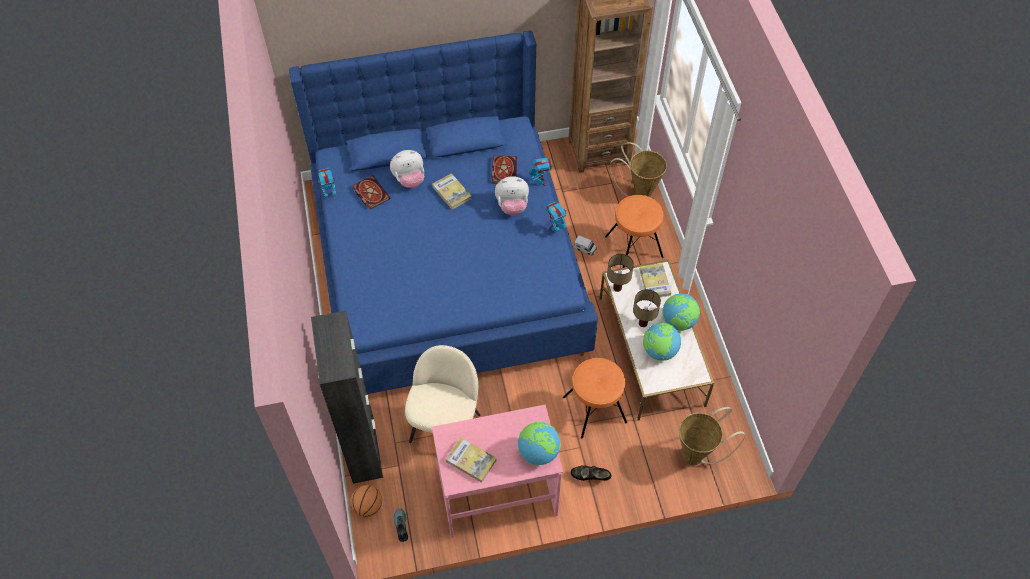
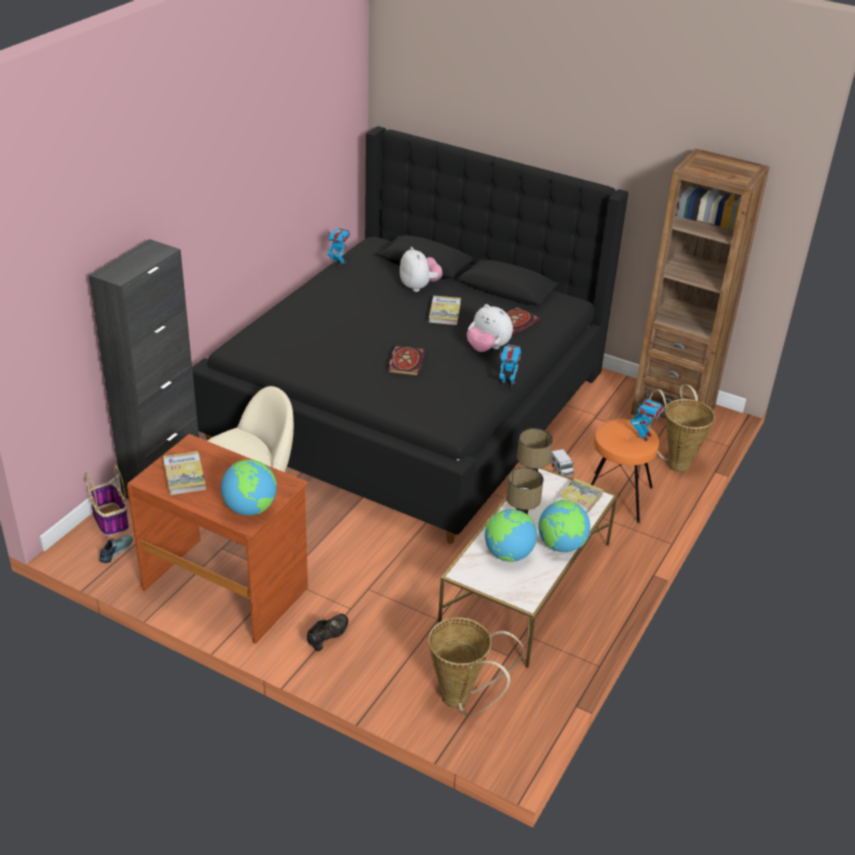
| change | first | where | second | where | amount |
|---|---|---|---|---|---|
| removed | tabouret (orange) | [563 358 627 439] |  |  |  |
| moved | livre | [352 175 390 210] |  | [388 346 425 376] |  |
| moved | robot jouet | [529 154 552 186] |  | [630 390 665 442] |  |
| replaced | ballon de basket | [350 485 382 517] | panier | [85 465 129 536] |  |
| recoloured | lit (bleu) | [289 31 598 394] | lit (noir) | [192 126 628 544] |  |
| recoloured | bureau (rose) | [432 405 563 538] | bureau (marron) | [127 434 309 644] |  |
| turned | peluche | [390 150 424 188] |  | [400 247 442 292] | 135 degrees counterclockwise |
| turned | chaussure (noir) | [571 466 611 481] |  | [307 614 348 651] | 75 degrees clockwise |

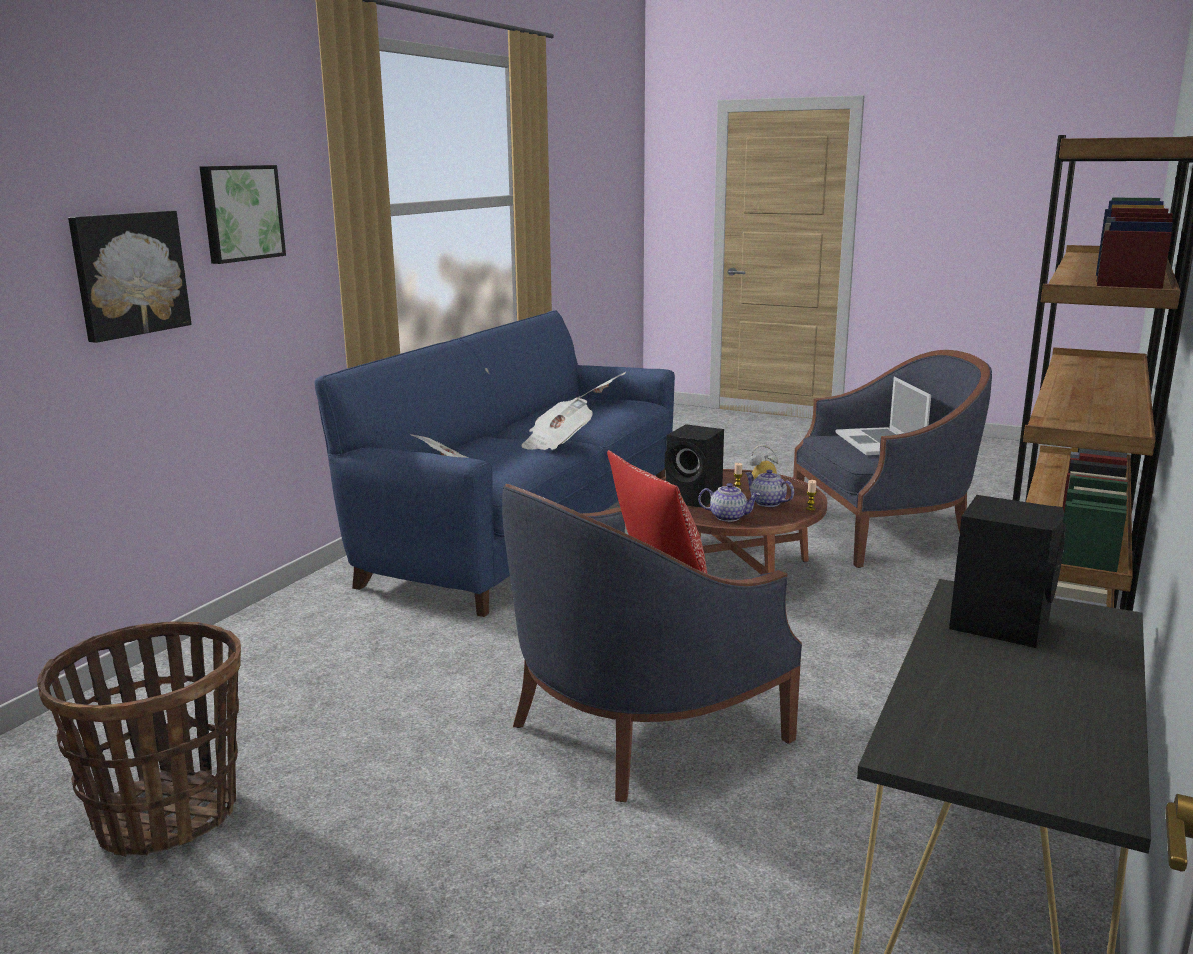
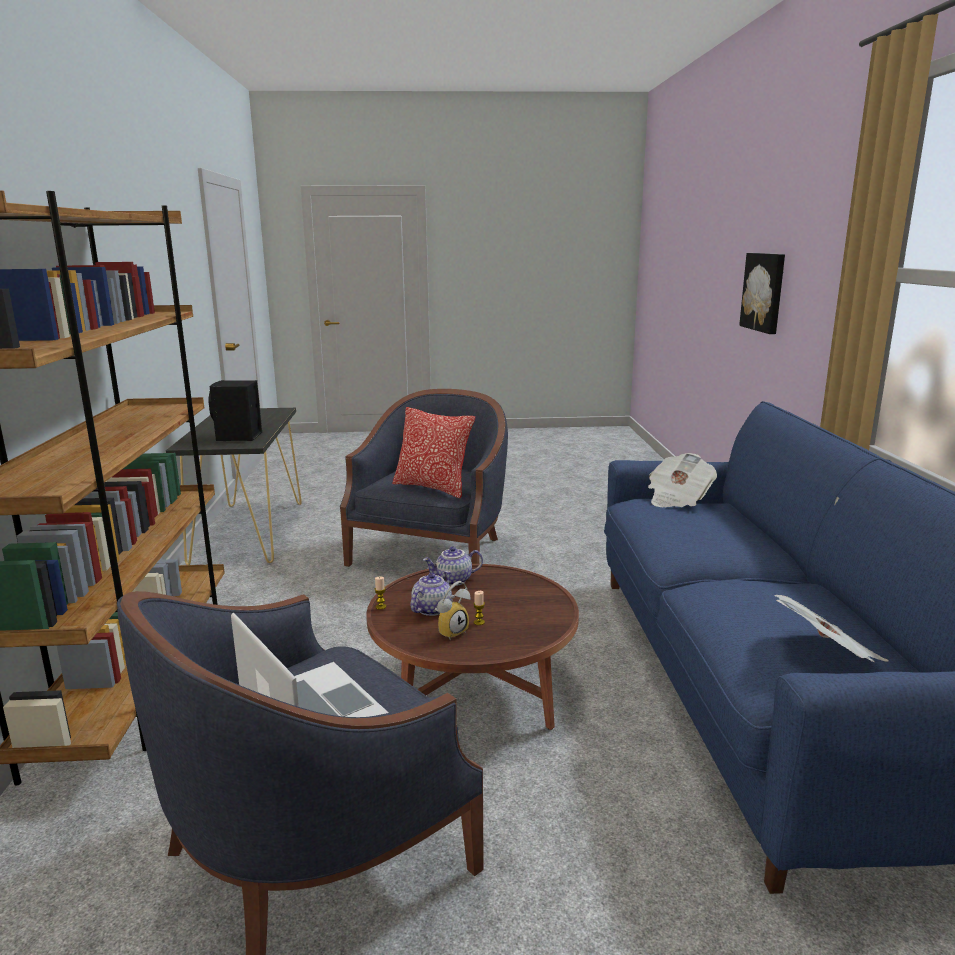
| change | first | where | second | where | amount |
|---|---|---|---|---|---|
| removed | panier | [37 621 241 857] |  |  |  |
| removed | tableau | [199 165 286 264] |  |  |  |
| removed | journal | [521 398 593 450] |  |  |  |
| removed | enceinte (noir) | [665 424 724 507] |  |  |  |
| turned | théière | [745 469 794 507] |  | [411 571 452 616] | 75 degrees counterclockwise |

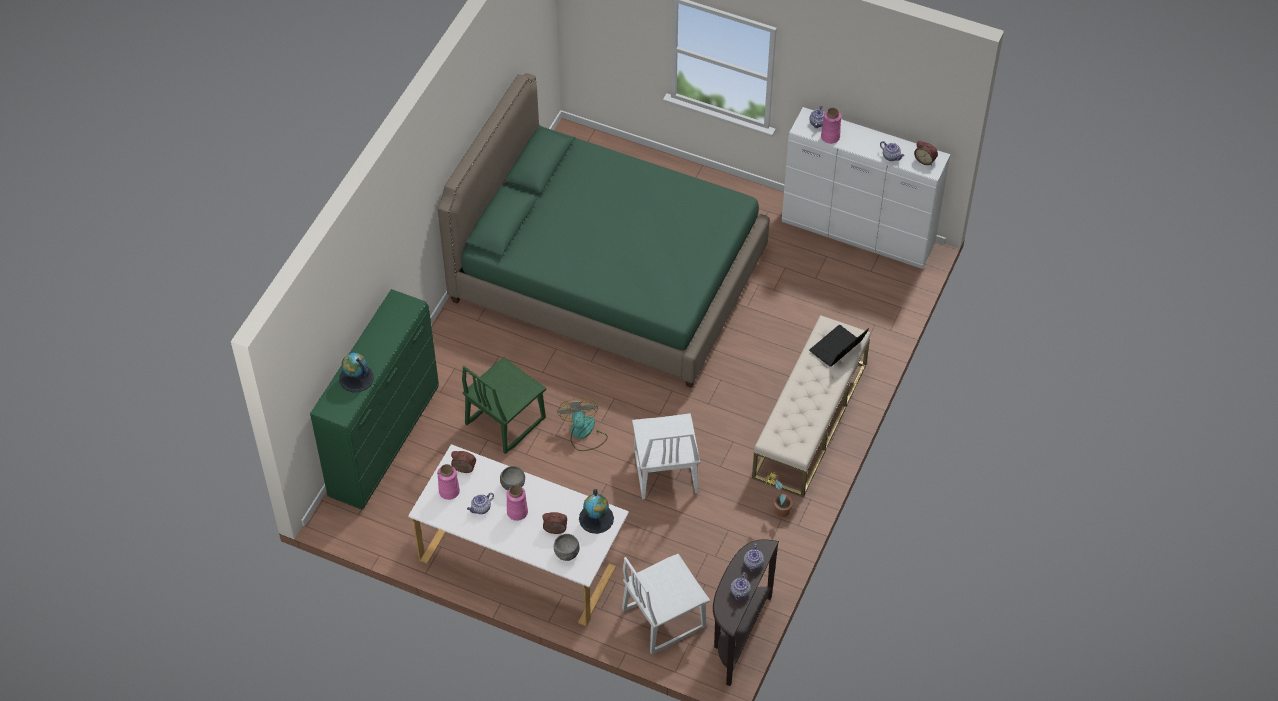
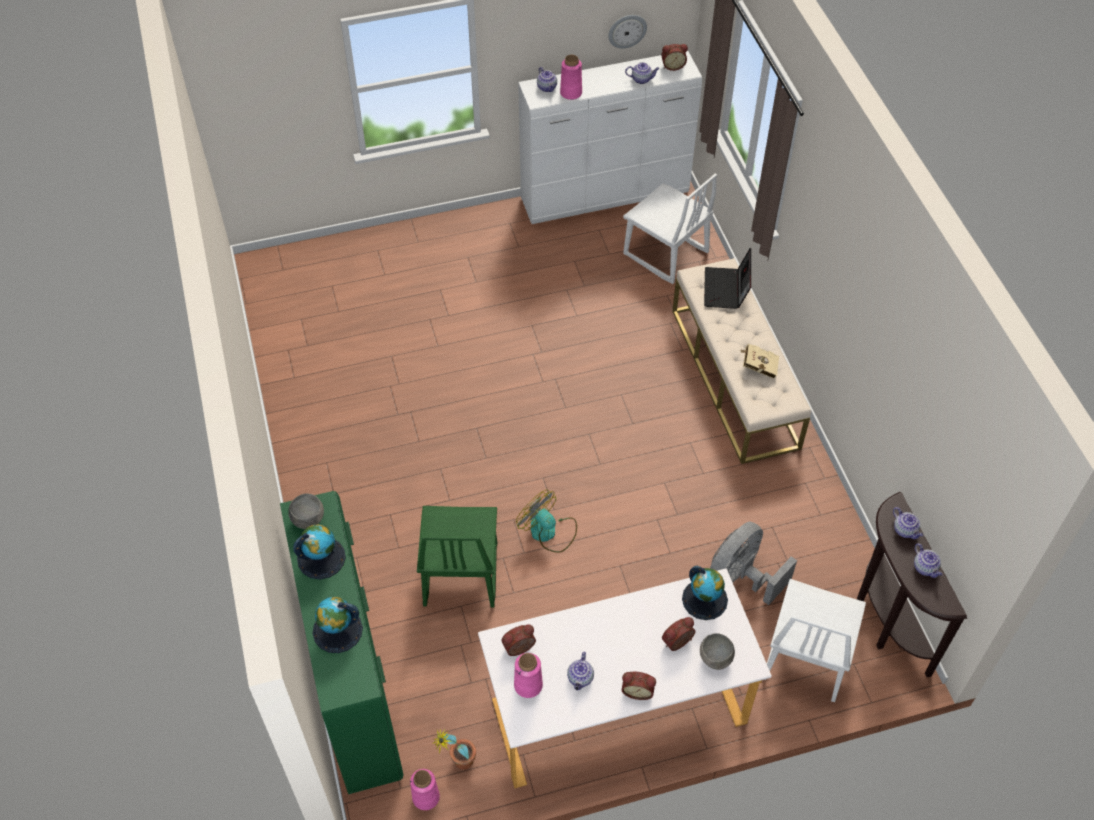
| change | first | where | second | where | amount |
|---|---|---|---|---|---|
| removed | lit (vert) | [438 73 770 388] |  |  |  |
| added |  |  | globe | [293 524 346 579] |  |
| added |  |  | horloge murale | [608 15 647 49] |  |
| added |  |  | réveil | [622 672 656 700] |  |
| added |  |  | ventilateur (gris) | [710 521 797 605] |  |
| added |  |  | livre (beige) | [739 344 779 379] |  |
| moved | bol (gris) | [500 466 525 490] |  | [288 493 324 529] |  |
| moved | vase (rose) | [506 485 528 521] |  | [410 769 440 810] |  |
| moved | chaise (blanc) | [632 413 700 500] |  | [623 173 717 284] |  |
| moved | plante en pot | [765 471 793 517] |  | [433 729 476 770] |  |

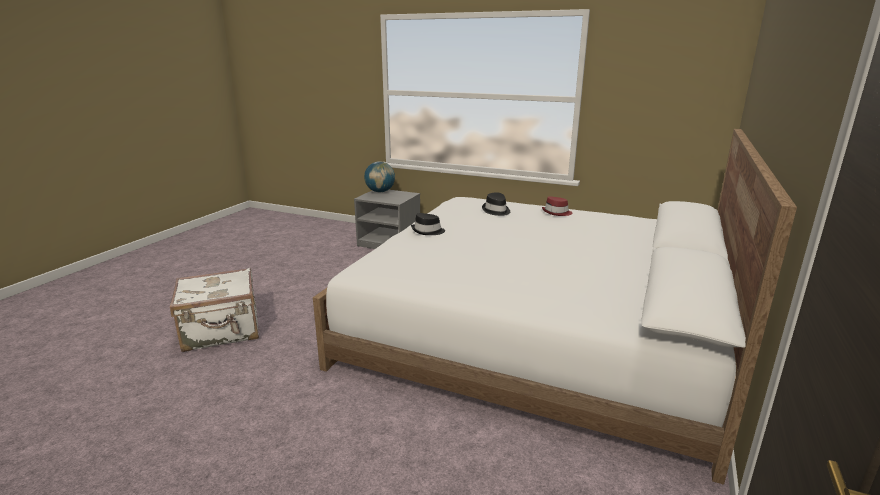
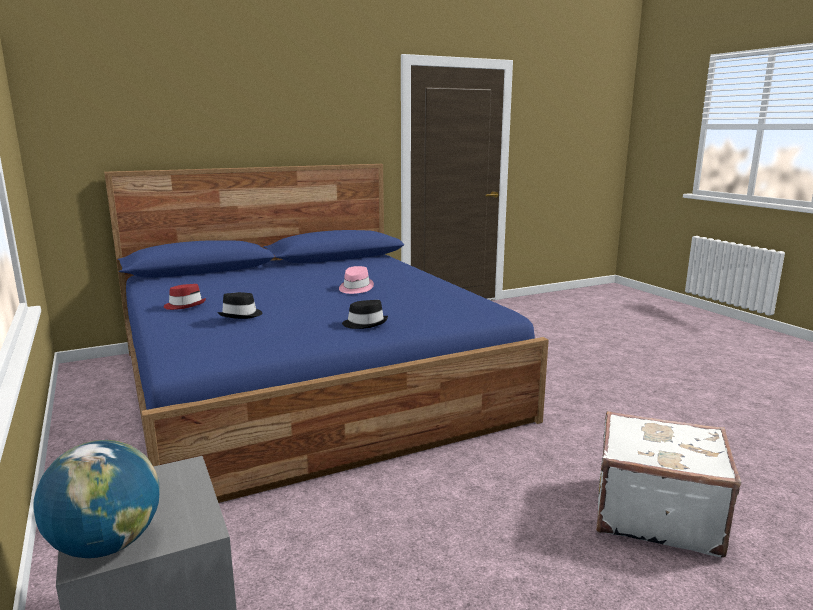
| change | first | where | second | where | amount |
|---|---|---|---|---|---|
| added |  |  | chapeau (rose) | [339 266 374 294] |  |
| recoloured | lit (blanc) | [313 129 797 485] | lit (bleu) | [104 164 549 503] |  |

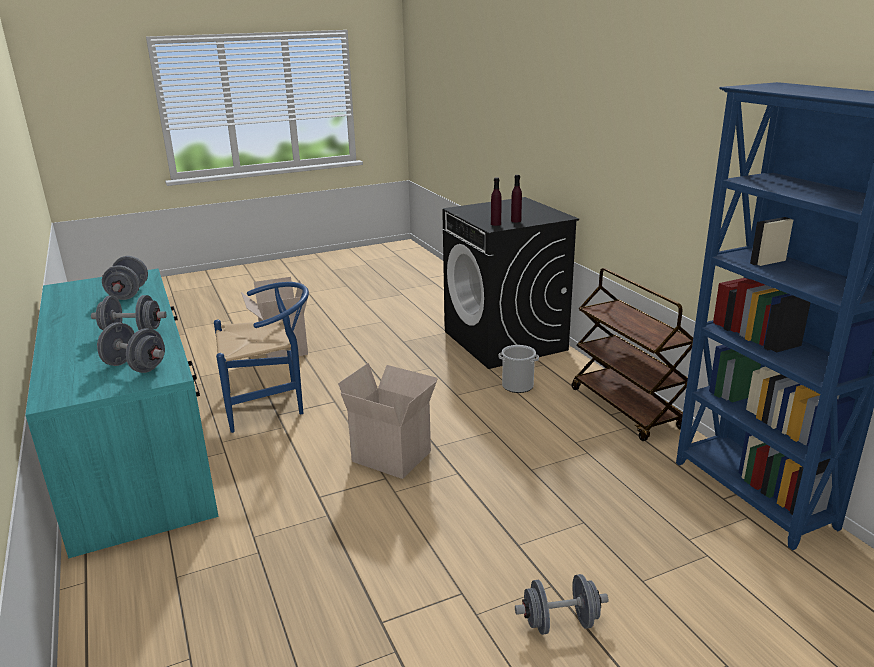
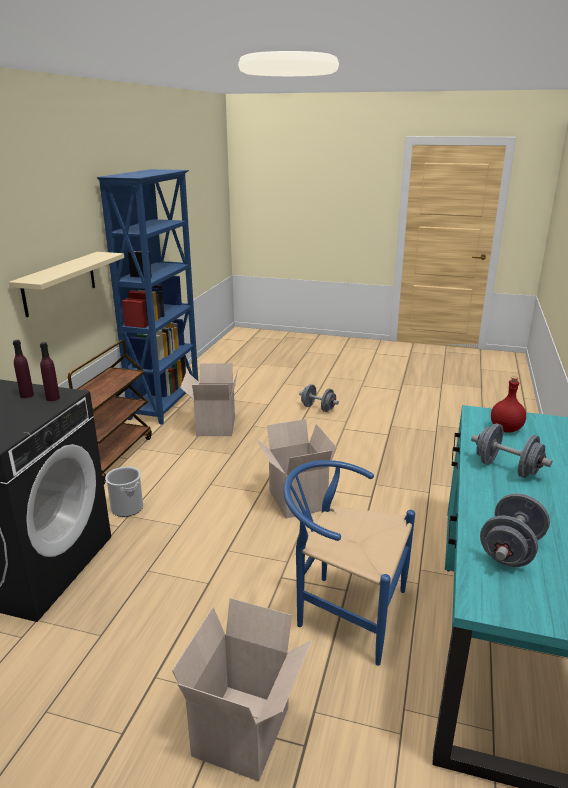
| change | first | where | second | where | amount |
|---|---|---|---|---|---|
| added |  |  | étagère (beige) | [9 252 124 317] |  |
| added |  |  | carton | [180 363 239 436] |  |
| replaced | haltère (gris) | [97 322 165 373] | bouteille (rouge) | [491 377 526 433] |  |

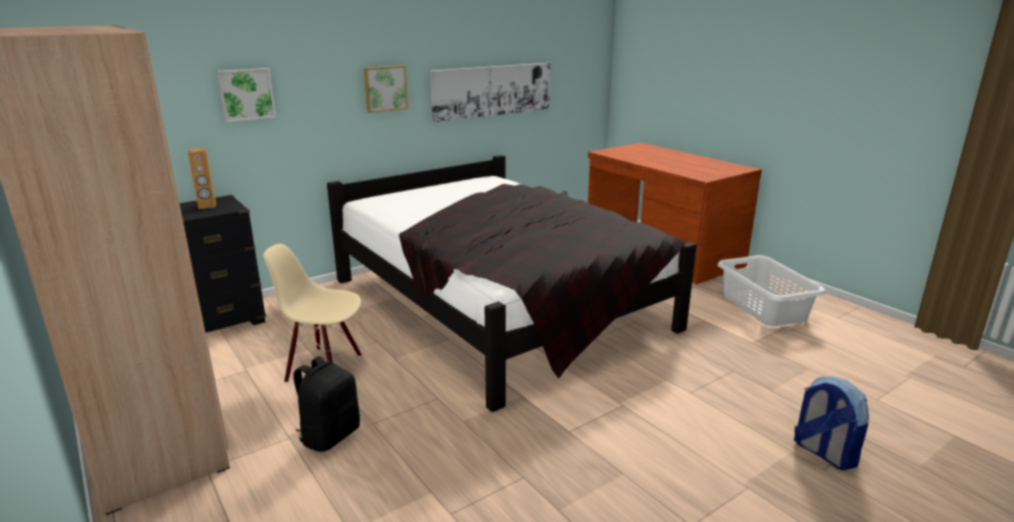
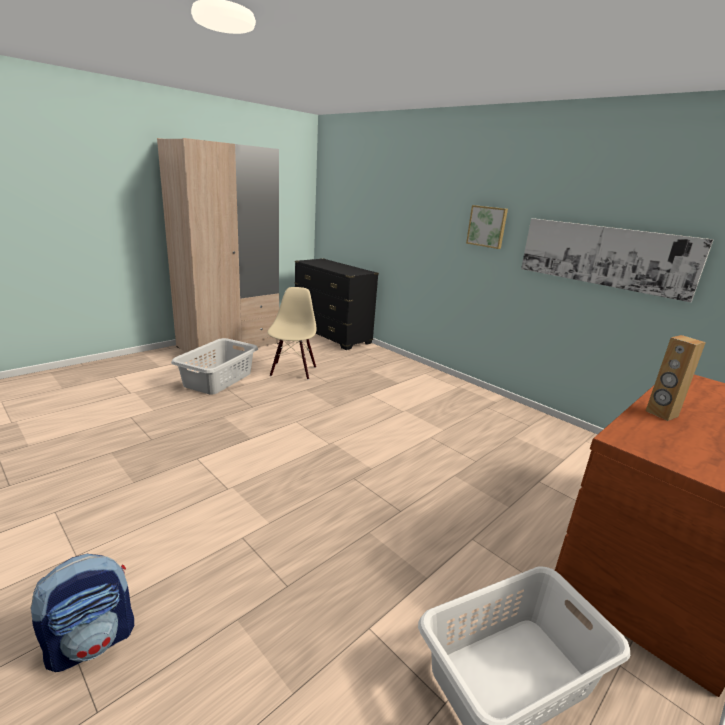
| change | first | where | second | where | amount |
|---|---|---|---|---|---|
| removed | tableau | [217 68 276 122] |  |  |  |
| removed | lit (noir) | [327 155 697 412] |  |  |  |
| moved | enceinte (marron) | [188 148 216 209] |  | [646 335 706 421] |  |
| replaced | sac à dos (noir) | [293 356 360 452] | panier à linge (gris) | [171 338 258 394] |  |

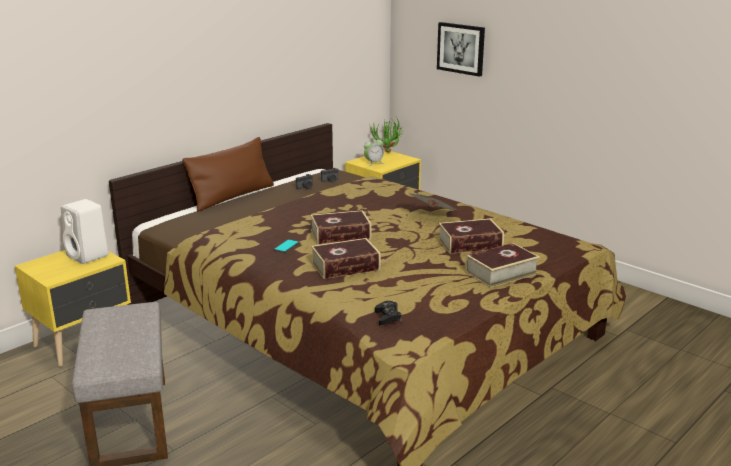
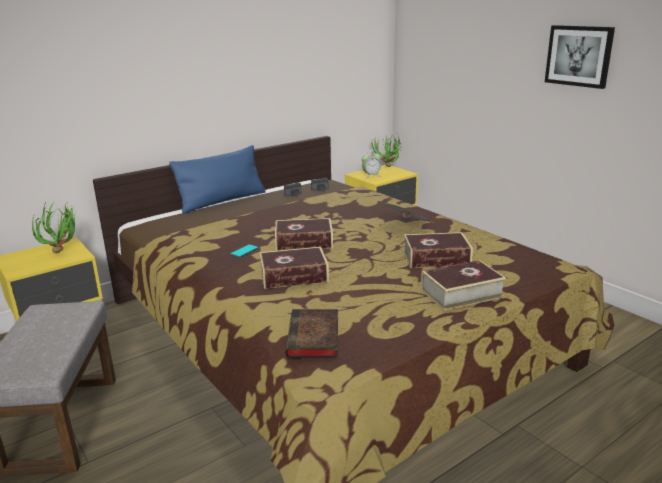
| change | first | where | second | where | amount |
|---|---|---|---|---|---|
| moved | tableau | [437 22 485 77] |  | [545 25 615 89] |  |
| replaced | enceinte (blanc) | [61 199 109 264] | plante en pot | [32 204 75 253] |  |
| replaced | manette (noir) | [375 301 401 325] | livre | [285 309 338 358] |  |
| recoloured | coussin (marron) | [182 137 274 212] | coussin (bleu) | [169 145 265 214] |  |

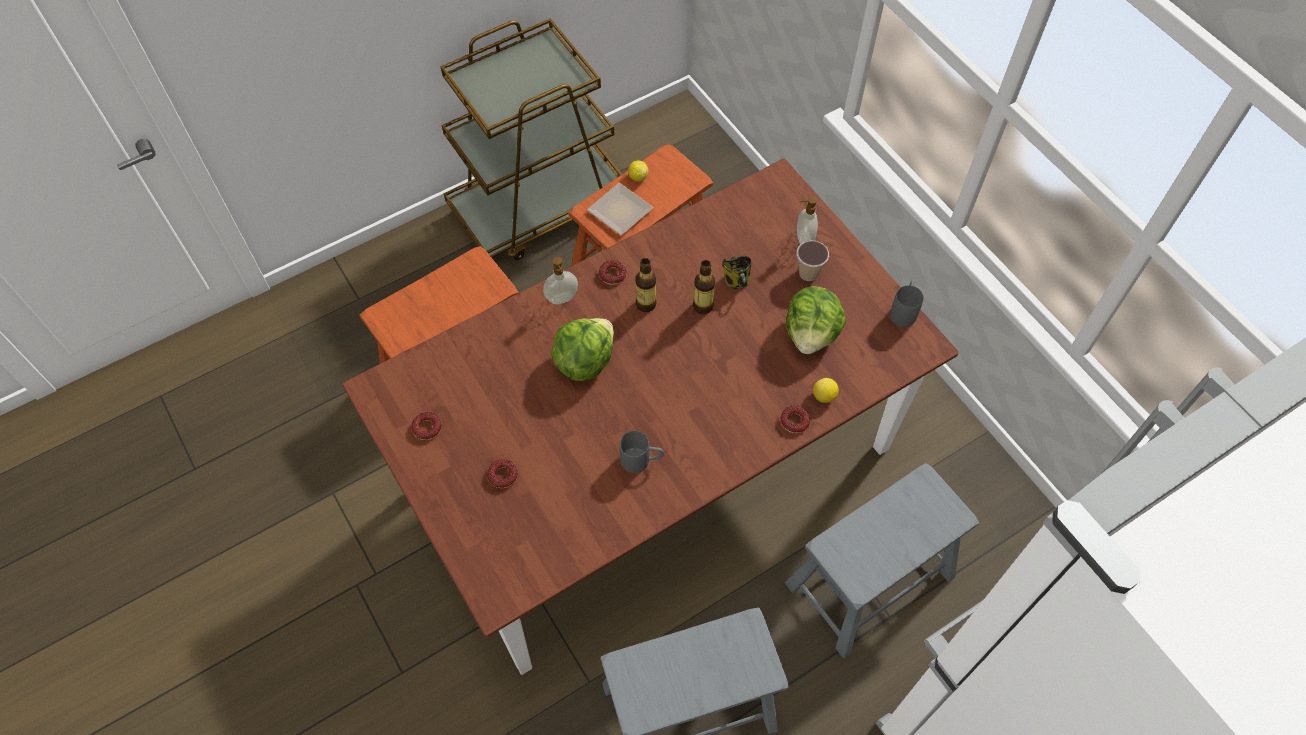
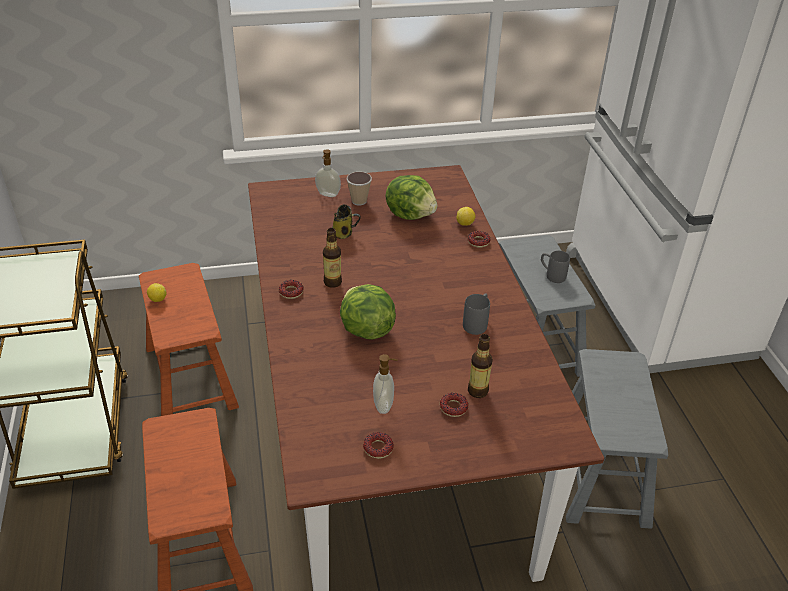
| change | first | where | second | where | amount |
|---|---|---|---|---|---|
| removed | assiette | [587 183 653 235] |  |  |  |
| moved | distributeur de savon | [543 257 578 304] |  | [373 354 398 414] |  |
| moved | bouteille | [693 260 715 314] |  | [468 334 493 398] |  |
| moved | mug (gris) | [890 280 924 327] |  | [541 251 570 283] |  |

